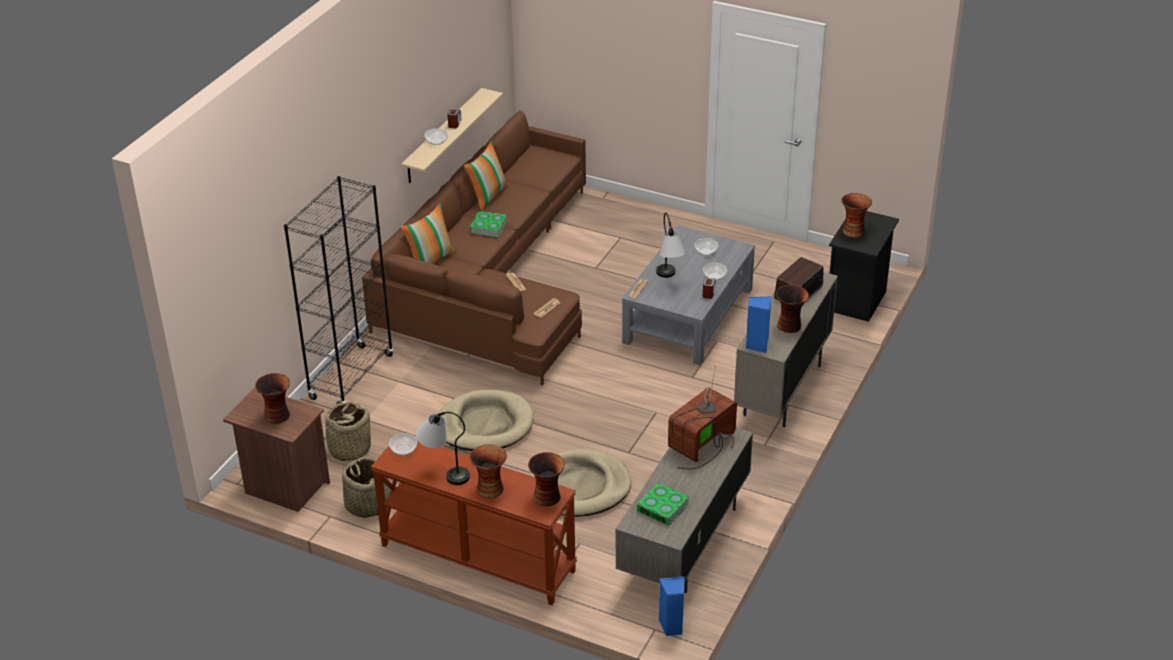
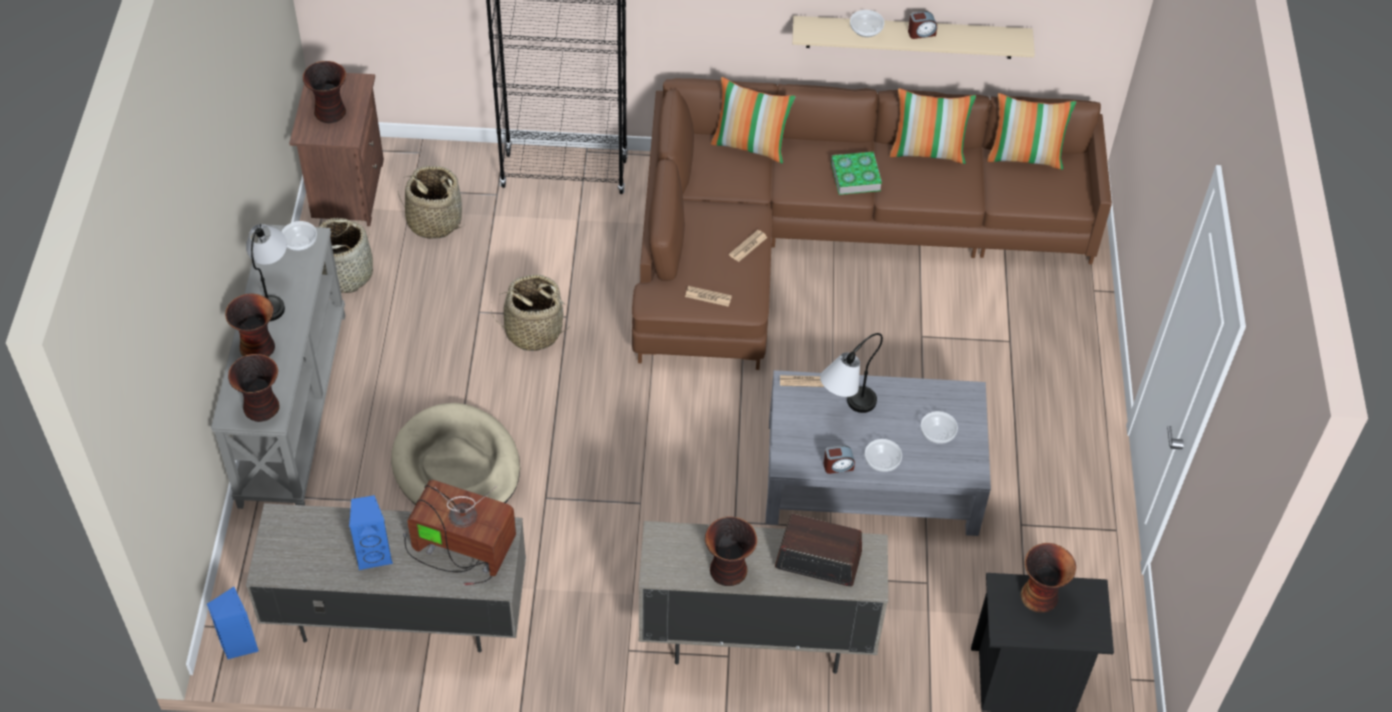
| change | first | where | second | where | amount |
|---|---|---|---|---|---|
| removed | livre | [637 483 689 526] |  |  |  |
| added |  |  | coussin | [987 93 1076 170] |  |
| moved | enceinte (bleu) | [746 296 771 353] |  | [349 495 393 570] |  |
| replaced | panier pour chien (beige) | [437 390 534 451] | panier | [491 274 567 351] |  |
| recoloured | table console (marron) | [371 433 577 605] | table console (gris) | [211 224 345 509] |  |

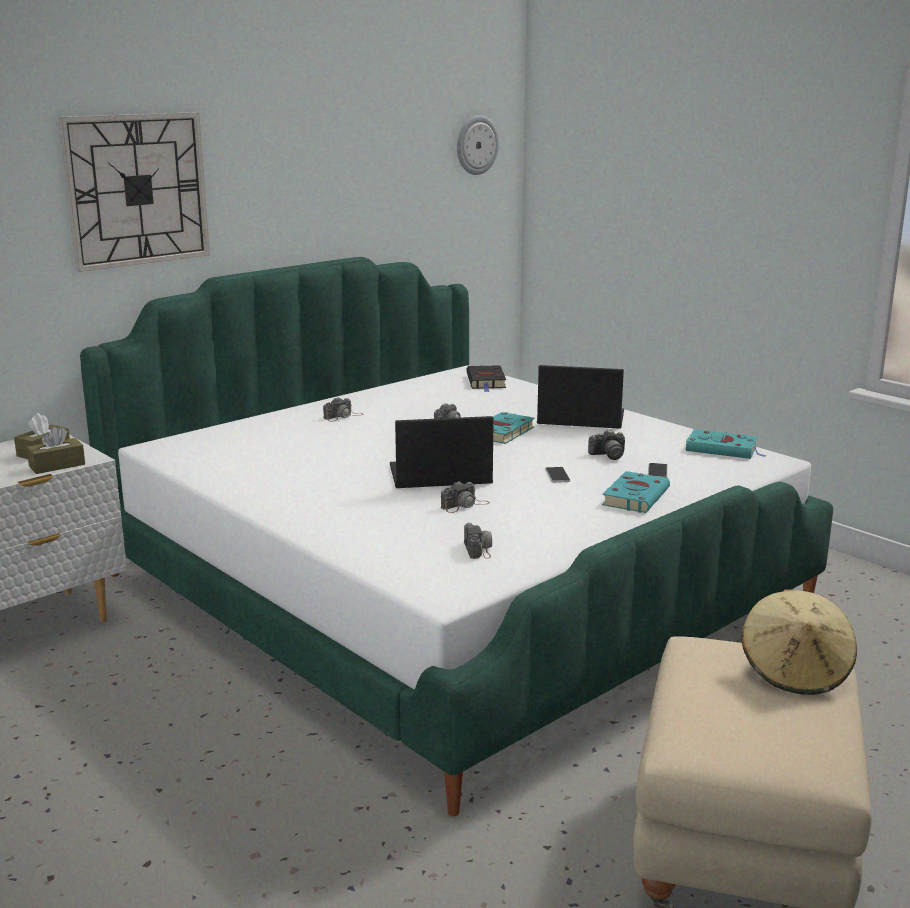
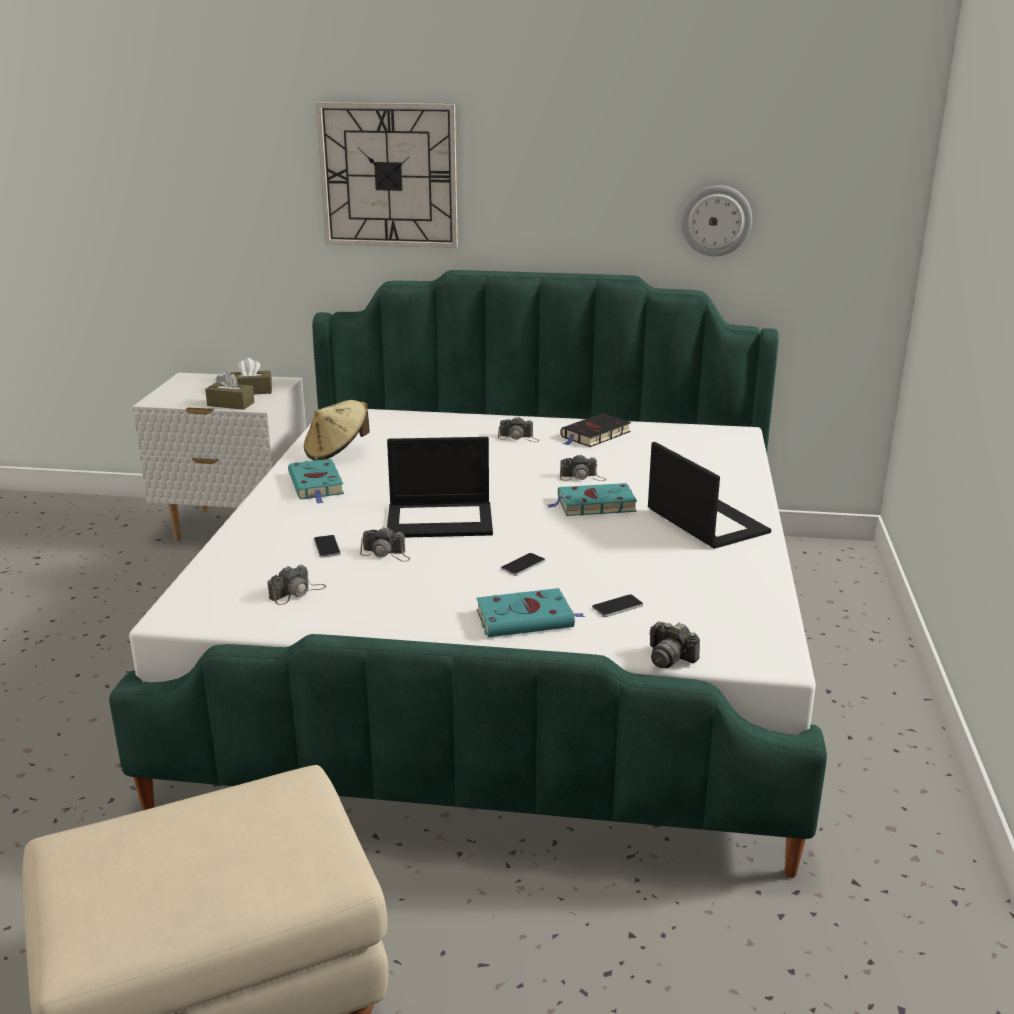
| change | first | where | second | where | amount |
|---|---|---|---|---|---|
| added |  |  | téléphone | [314 535 341 558] |  |
| moved | horloge murale | [457 115 499 175] |  | [681 185 752 256] |  |
| moved | livre (noir) | [466 365 506 392] |  | [560 413 631 447] |  |
| moved | appareil photo | [588 429 625 460] |  | [650 622 700 668] |  |
| moved | livre (turquoise) | [686 429 767 459] |  | [288 459 344 504] |  |
| moved | chapeau (beige) | [741 589 857 695] |  | [304 400 370 461] |  |
| turned | ordinateur portable | [390 416 494 488] |  | [387 437 493 538] | 135 degrees clockwise |

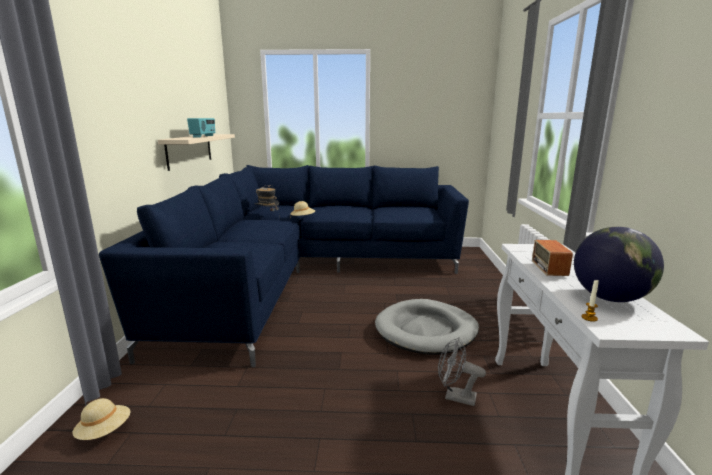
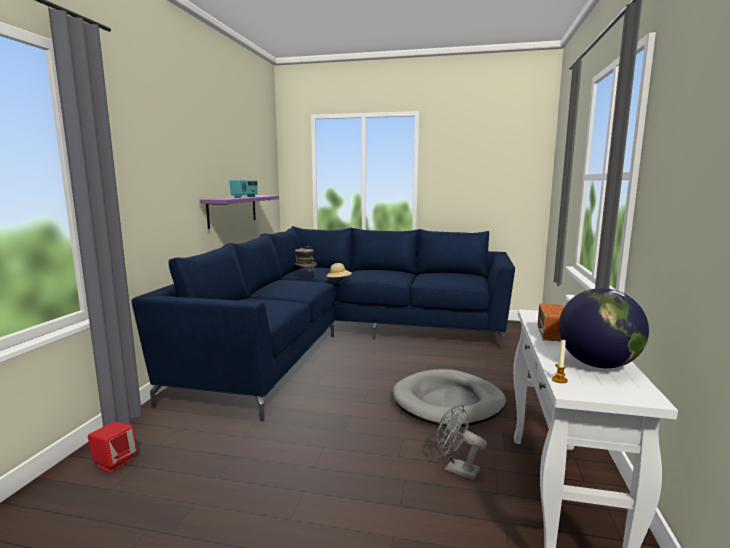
| change | first | where | second | where | amount |
|---|---|---|---|---|---|
| replaced | chapeau (beige) | [72 398 130 440] | enceinte (rouge) | [88 422 137 473] |  |
| recoloured | étagère (beige) | [158 134 235 171] | étagère (violet) | [200 196 279 229] |  |

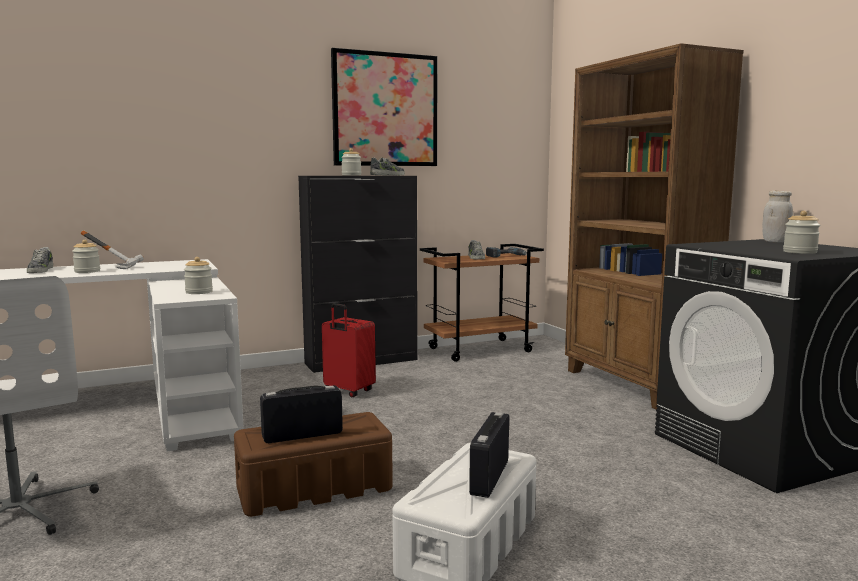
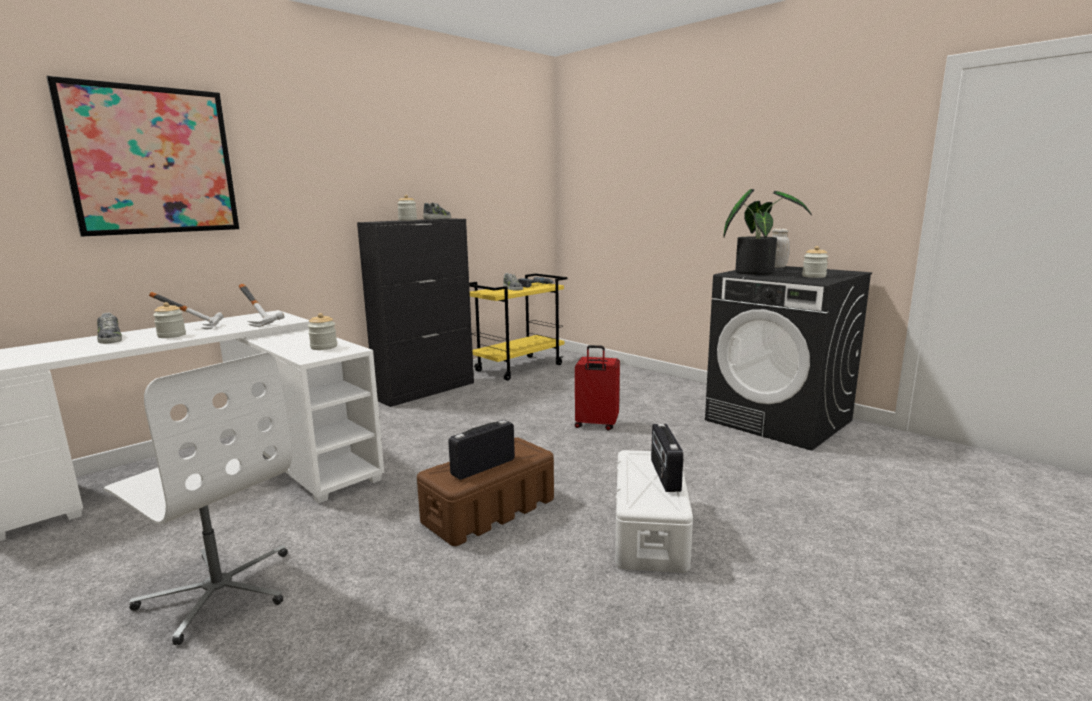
| change | first | where | second | where | amount |
|---|---|---|---|---|---|
| removed | bibliothèque (marron) | [565 43 744 410] |  |  |  |
| added |  |  | marteau | [239 284 285 327] |  |
| added |  |  | plante en pot | [723 189 812 275] |  |
| moved | valise (rouge) | [322 303 376 397] |  | [575 345 620 431] |  |
| moved | tableau | [331 48 437 166] |  | [46 76 239 237] |  |
| recoloured | chariot (marron) | [420 244 544 362] | chariot (jaune) | [469 273 567 381] |  |

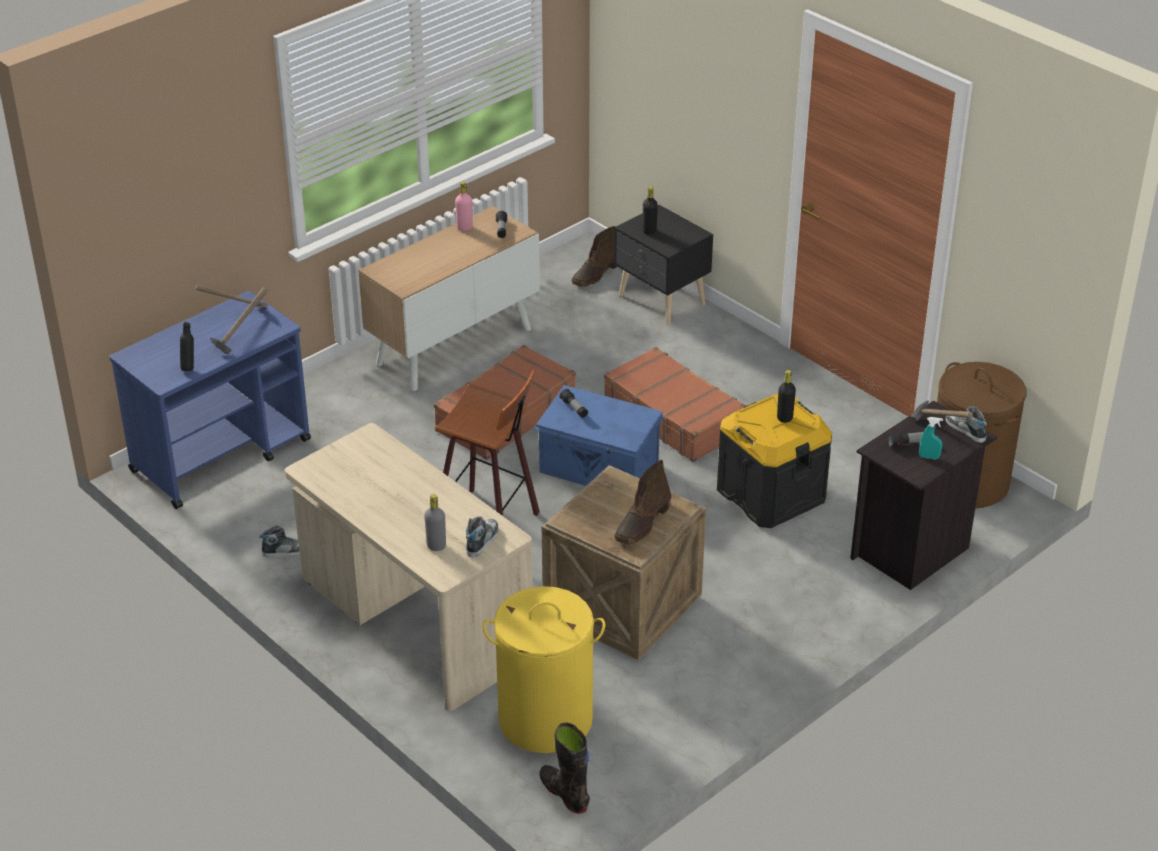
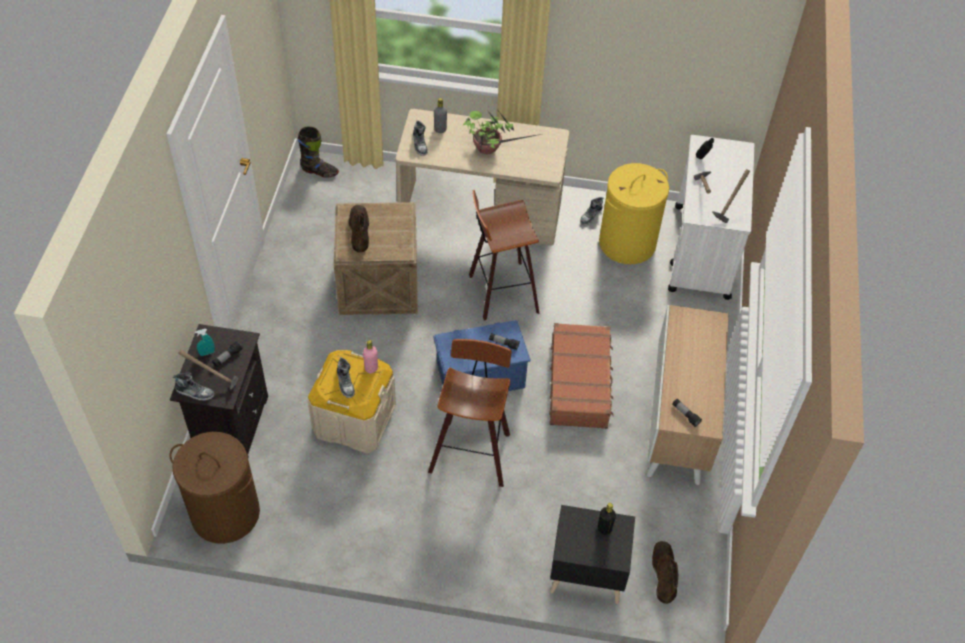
| change | first | where | second | where | amount |
|---|---|---|---|---|---|
| added |  |  | plante en pot | [462 110 542 154] |  |
| moved | bouteille (rose) | [455 182 473 231] |  | [363 340 378 373] |  |
| moved | panier à linge (jaune) | [482 586 606 753] |  | [599 163 669 264] |  |
| replaced | valise (marron) | [604 347 746 462] | tabouret | [428 339 512 487] |  |
| replaced | bouteille (noir) | [777 370 796 423] | chaussure | [337 357 355 398] |  |
| recoloured | chariot (bleu) | [109 291 311 509] | chariot (blanc) | [668 135 754 300] |  |
| recoloured | boîte de rangement (noir) | [717 394 832 528] | boîte de rangement (beige) | [307 350 396 453] |  |

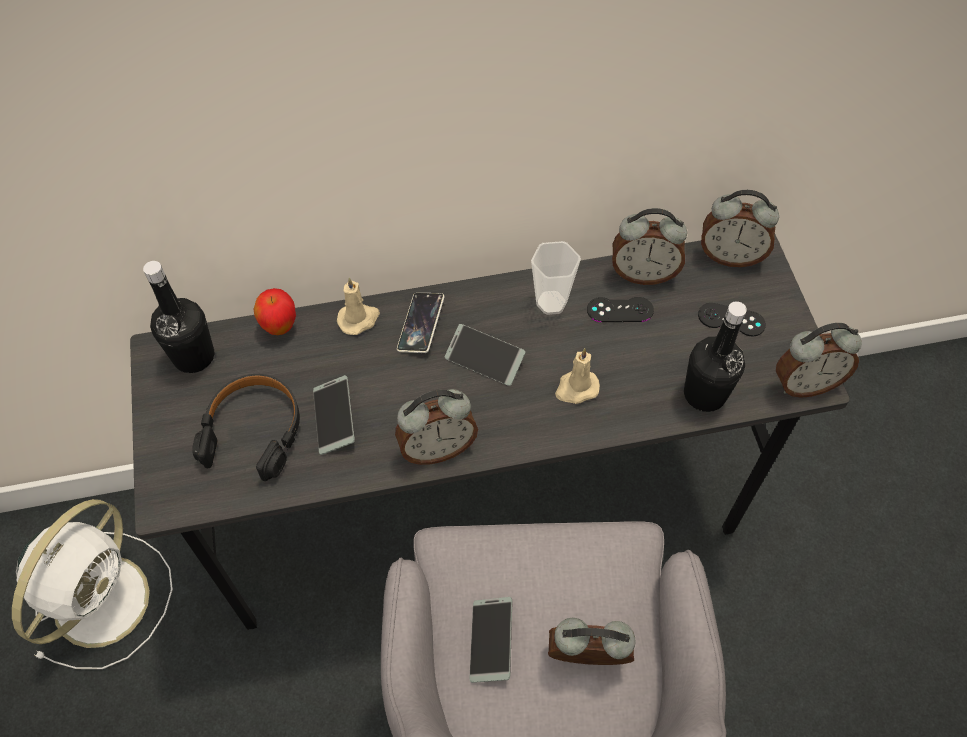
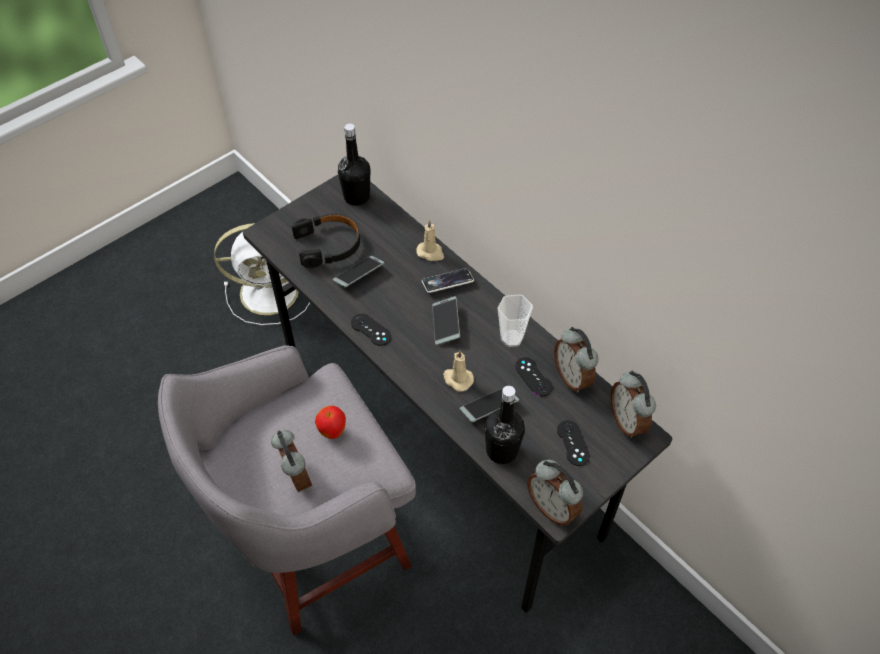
| change | first | where | second | where | amount |
|---|---|---|---|---|---|
| moved | pomme | [254 288 296 335] |  | [315 406 346 439] |  |
| moved | téléphone | [470 597 512 683] |  | [460 388 519 422] |  |
| replaced | réveil | [395 389 478 465] | manette (noir) | [351 314 391 346] |  |

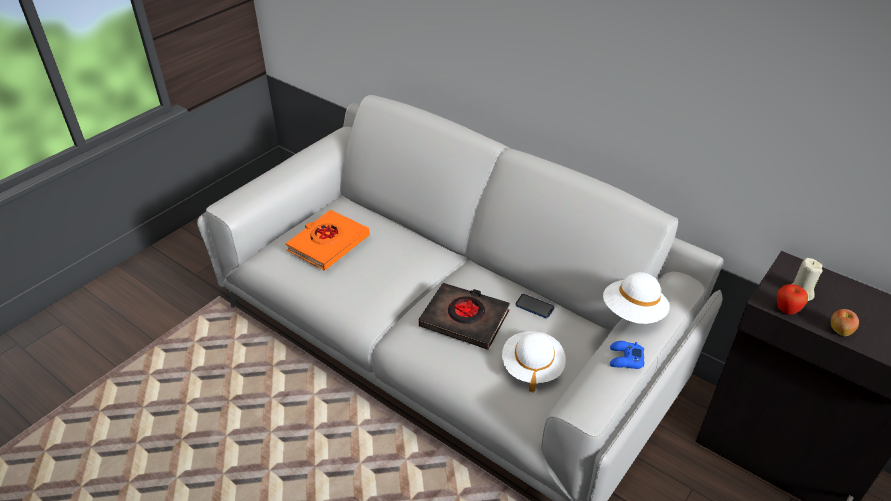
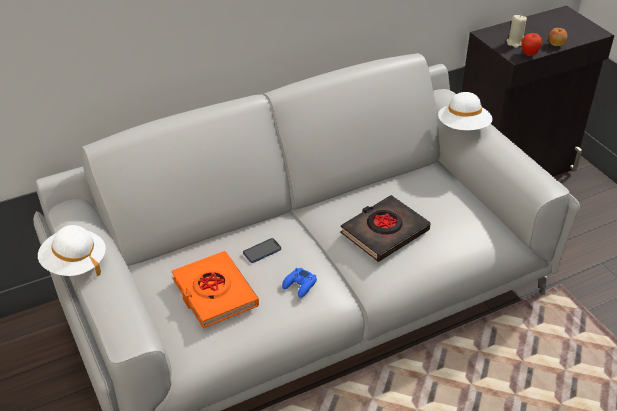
| change | first | where | second | where | amount |
|---|---|---|---|---|---|
| moved | chapeau (blanc) | [502 331 566 393] |  | [38 225 106 276] |  |
| moved | téléphone | [515 294 554 318] |  | [243 238 281 263] |  |
| moved | manette (bleu) | [610 341 644 369] |  | [282 268 317 298] |  |

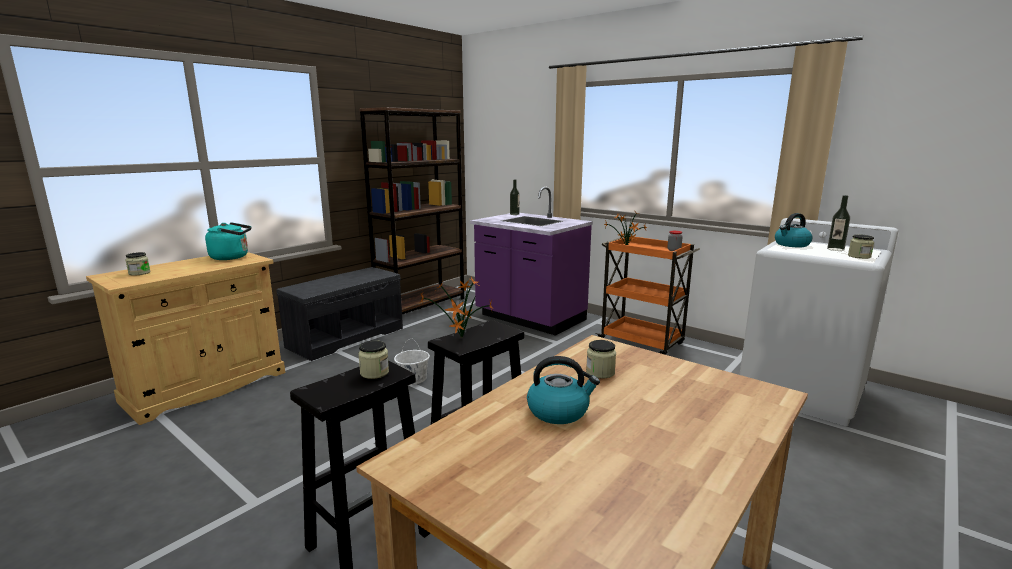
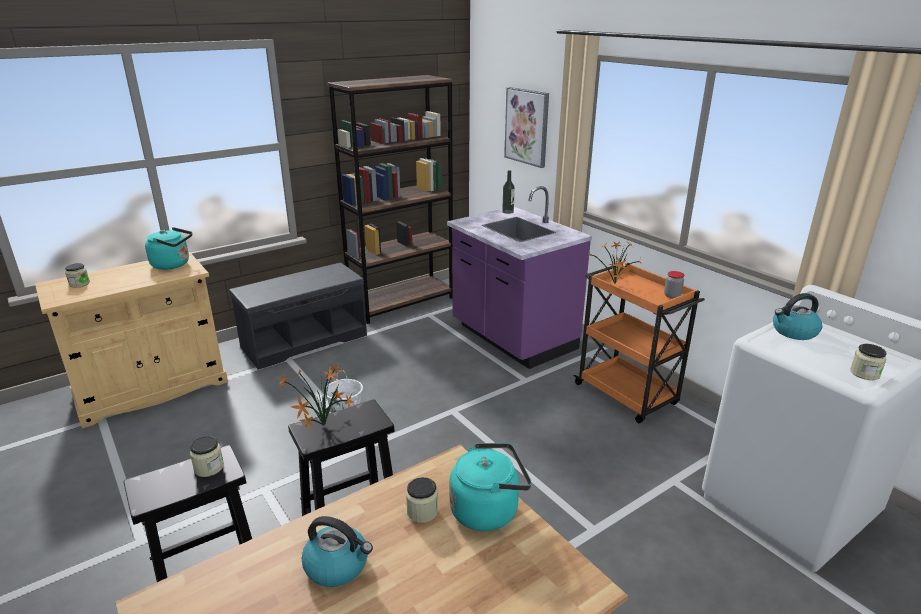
| change | first | where | second | where | amount |
|---|---|---|---|---|---|
| removed | bouteille | [827 195 850 251] |  |  |  |
| added |  |  | bouilloire (turquoise) | [449 443 532 531] |  |
| added |  |  | tableau | [504 87 549 168] |  |

